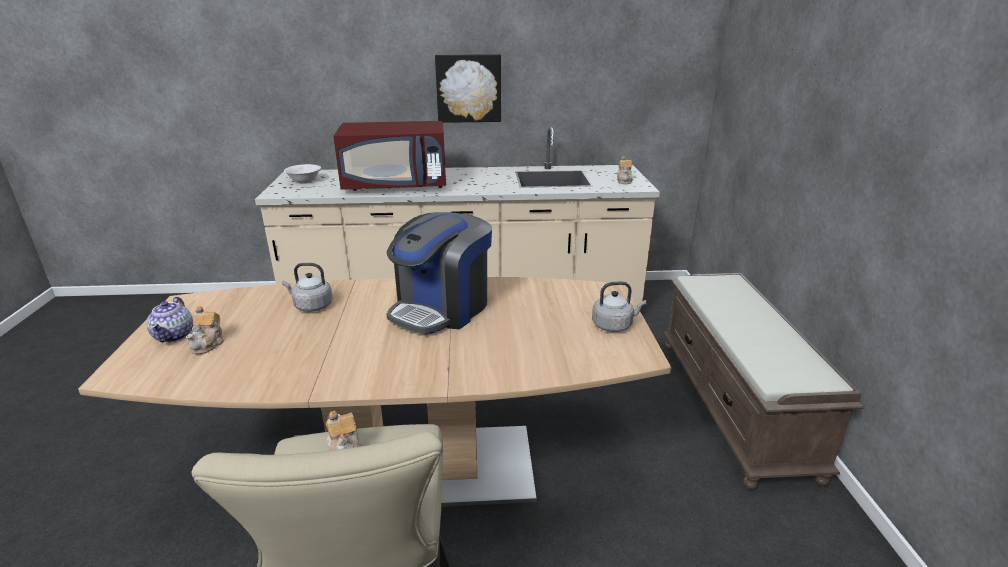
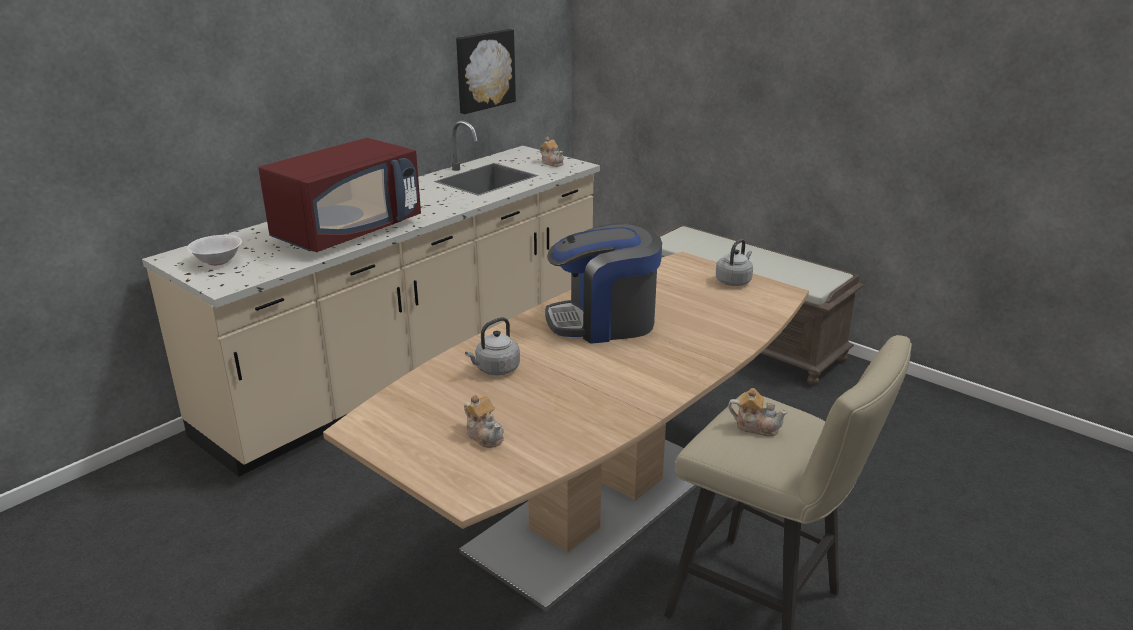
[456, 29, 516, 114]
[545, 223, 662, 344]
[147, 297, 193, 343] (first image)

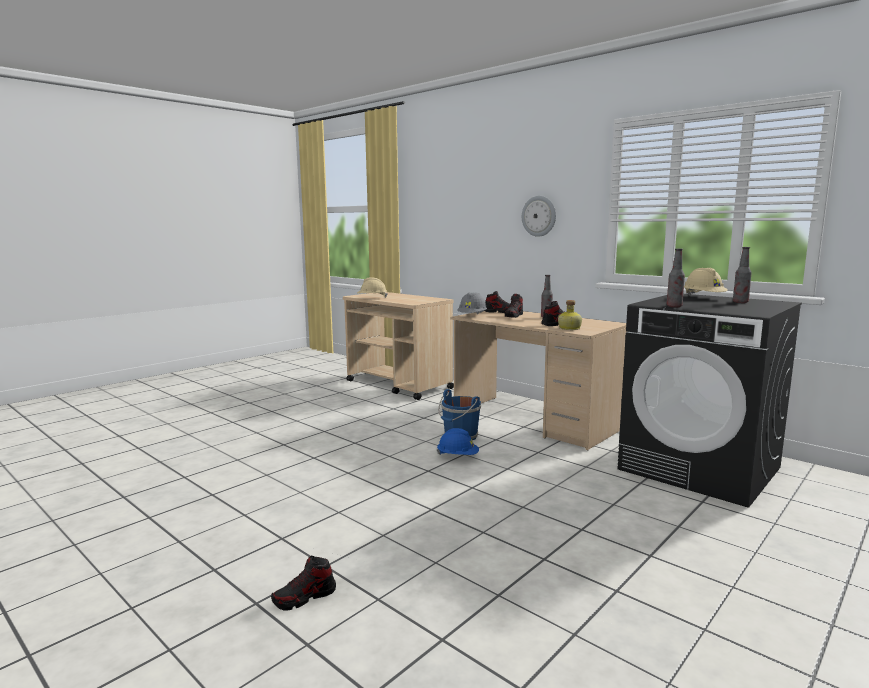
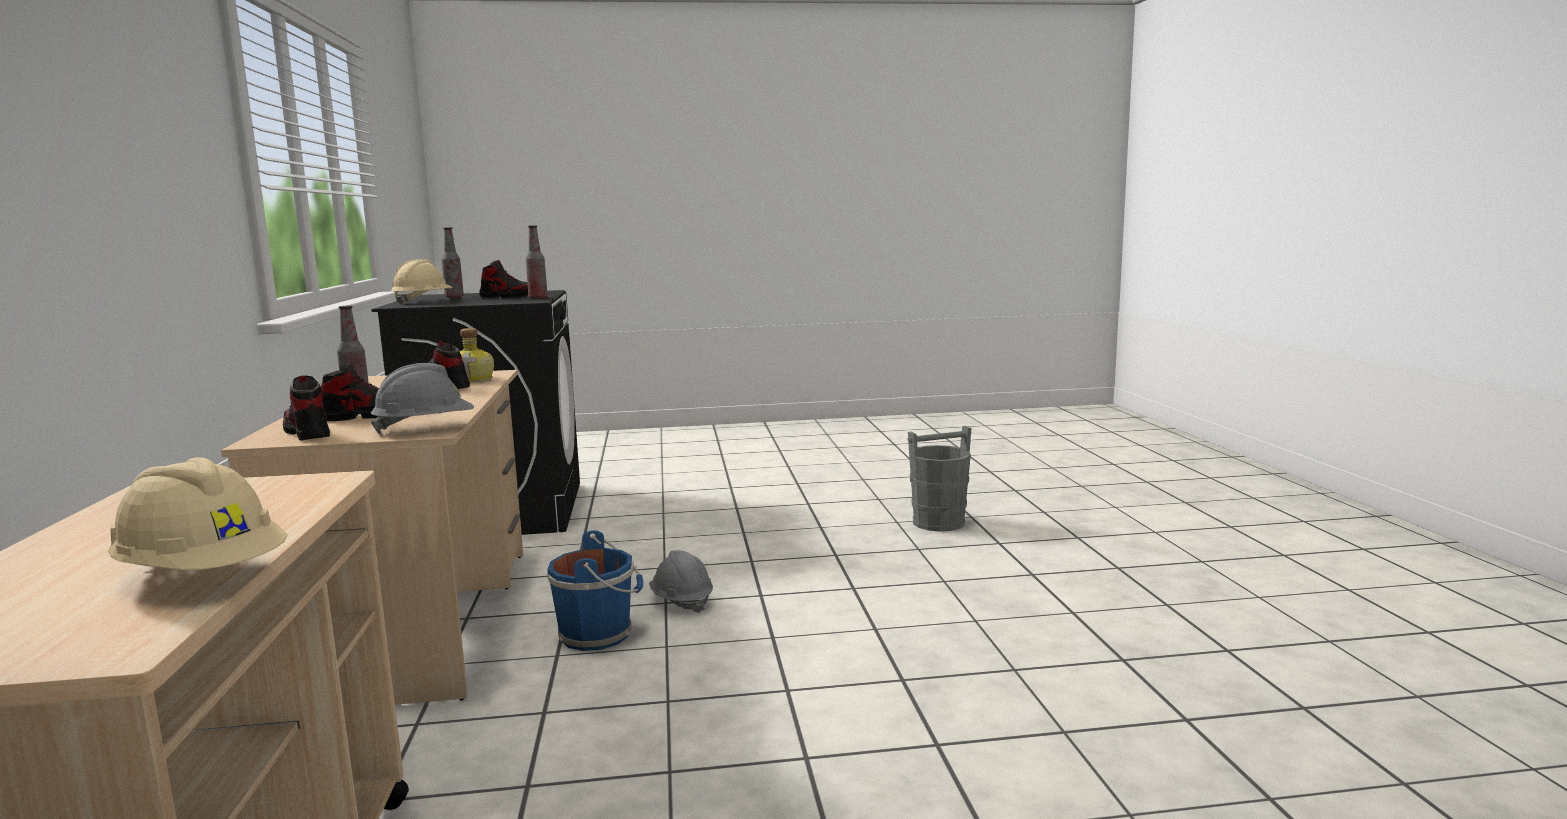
[522, 196, 556, 237] (first image)
[649, 550, 713, 613]
[479, 260, 528, 298]
[908, 426, 971, 532]

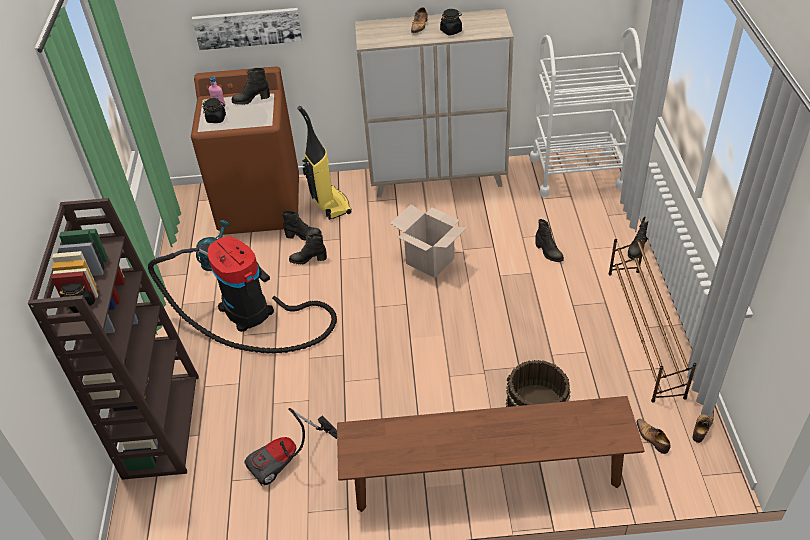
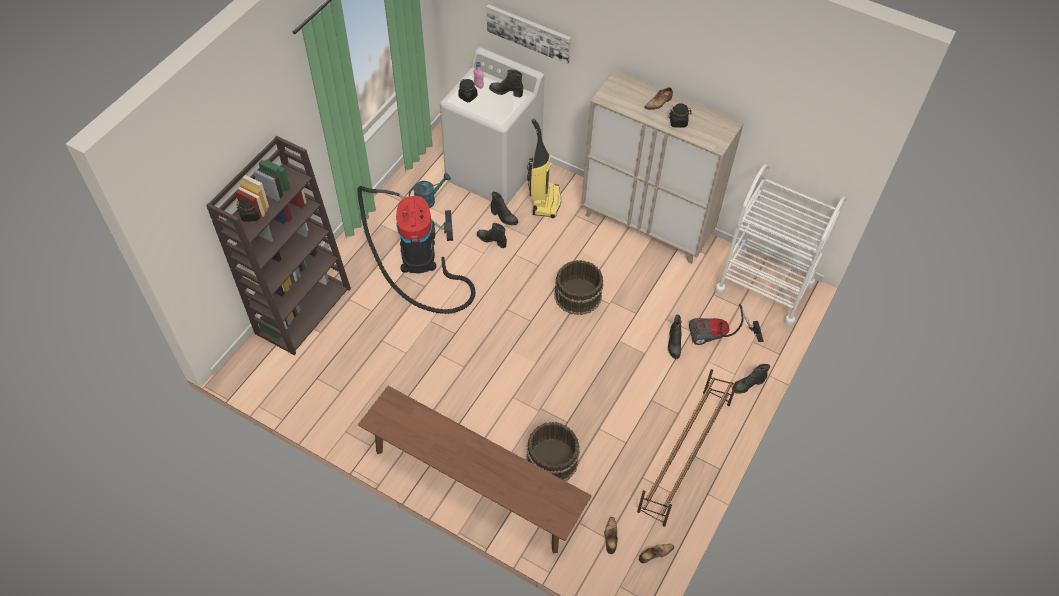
[440, 47, 544, 206]
[554, 260, 603, 315]
[689, 304, 764, 345]

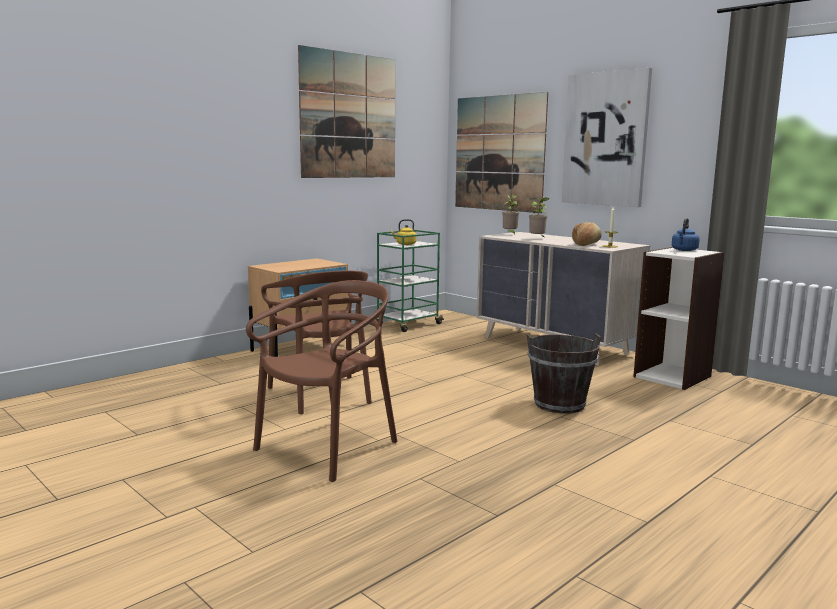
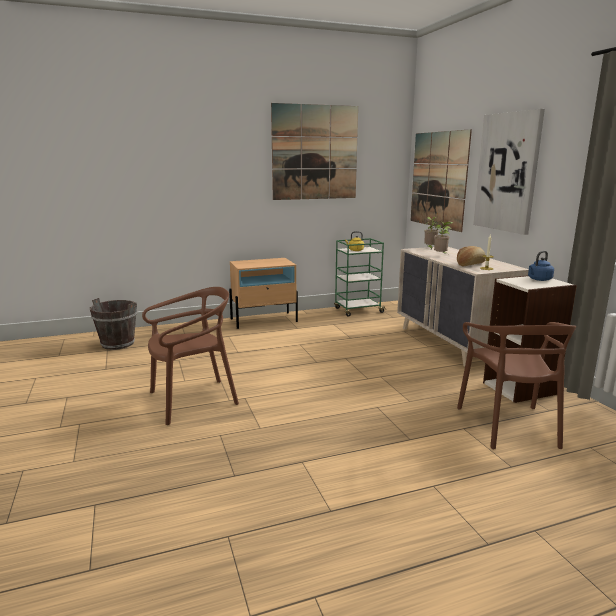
[457, 322, 576, 449]
[90, 298, 137, 350]

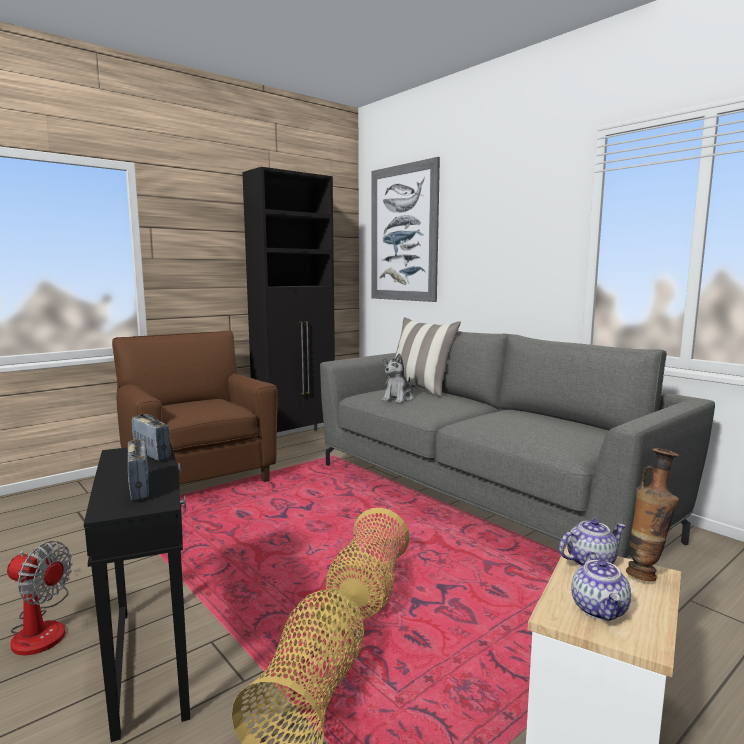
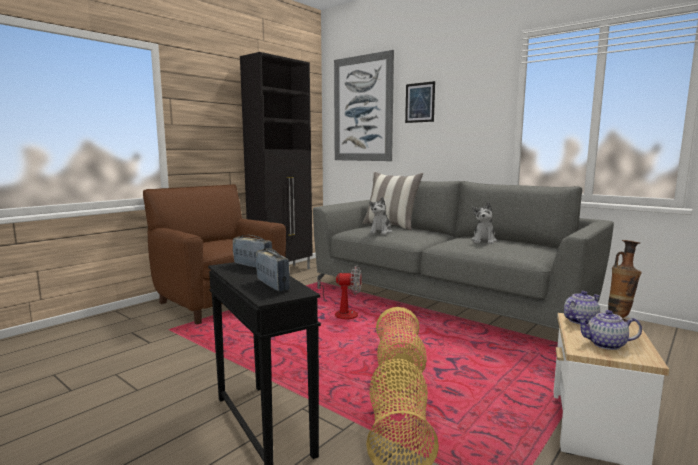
[318, 265, 362, 319]
[576, 310, 642, 350]
[405, 81, 435, 123]
[471, 202, 497, 244]

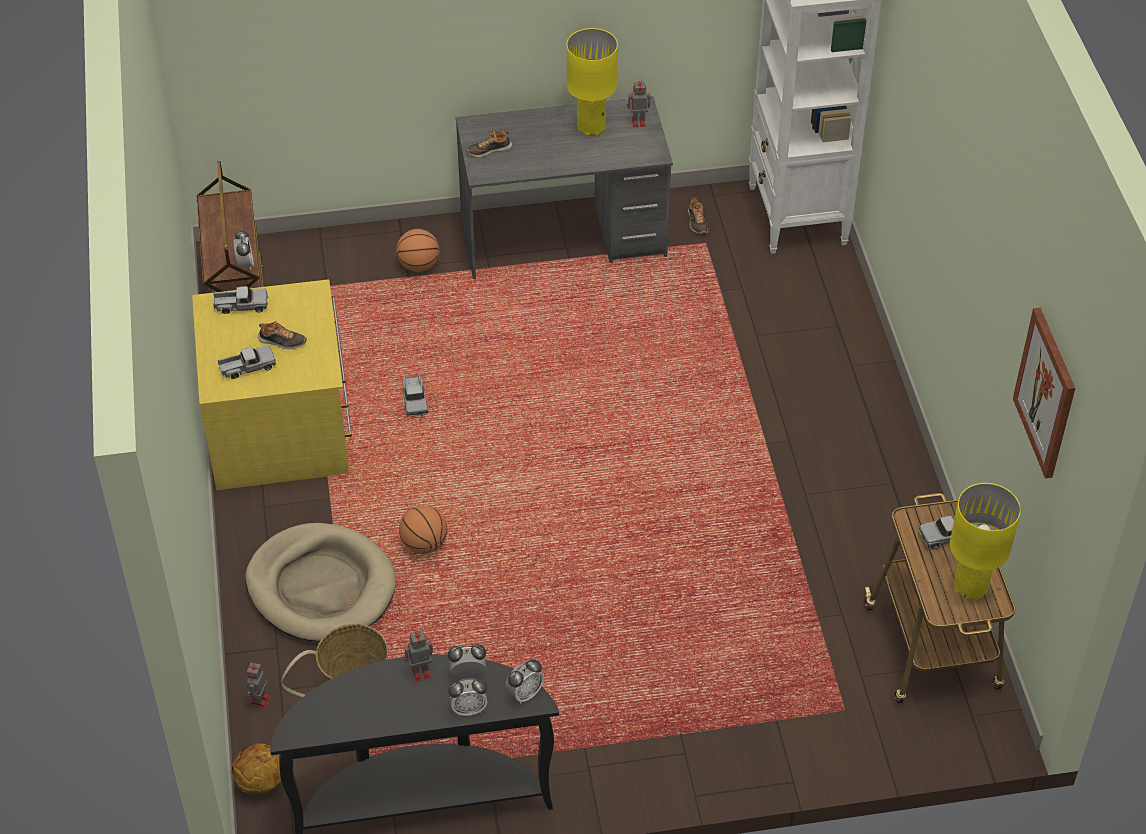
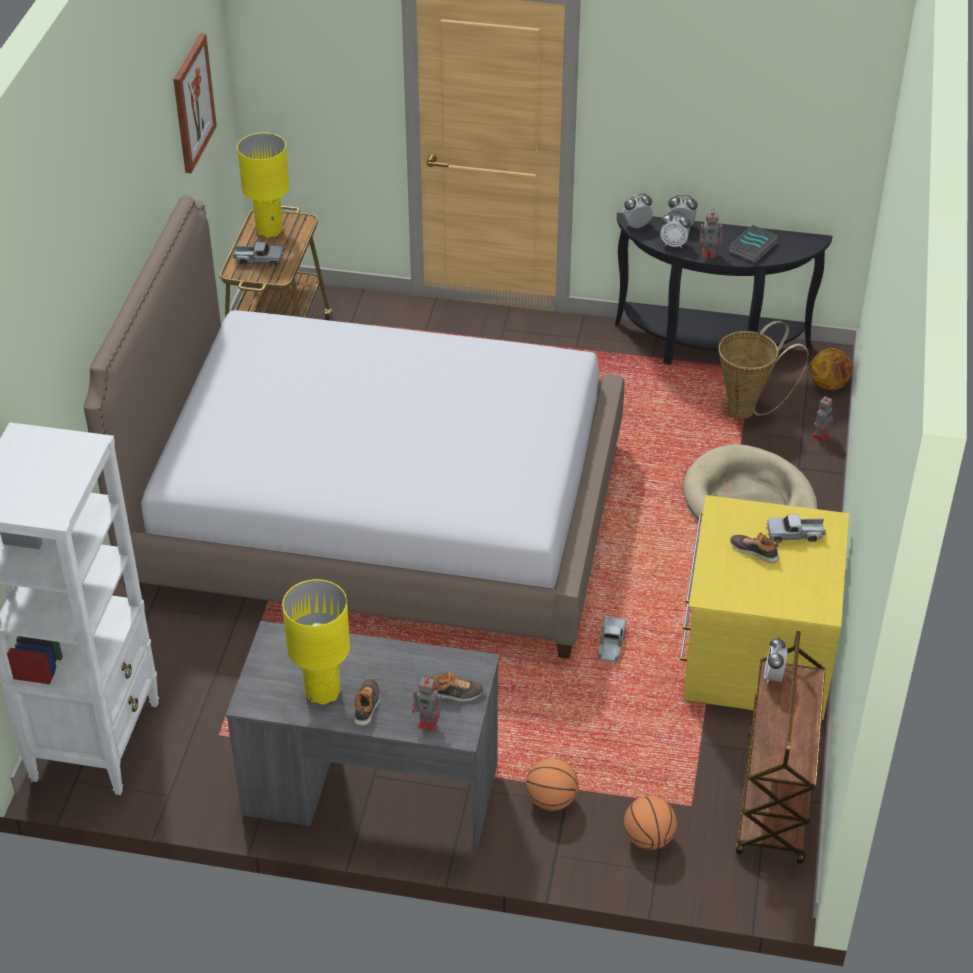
[412, 676, 445, 731]
[354, 678, 381, 726]
[213, 286, 268, 314] (first image)
[624, 796, 677, 850]
[84, 195, 624, 659]
[729, 225, 779, 263]

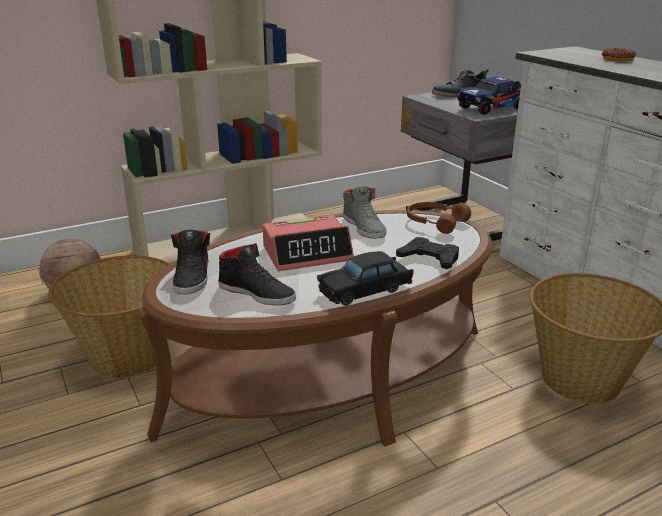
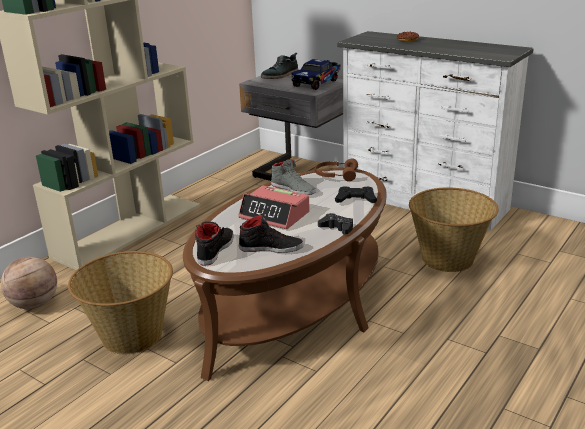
[238, 186, 310, 229]
[195, 221, 234, 266]
[318, 213, 353, 235]

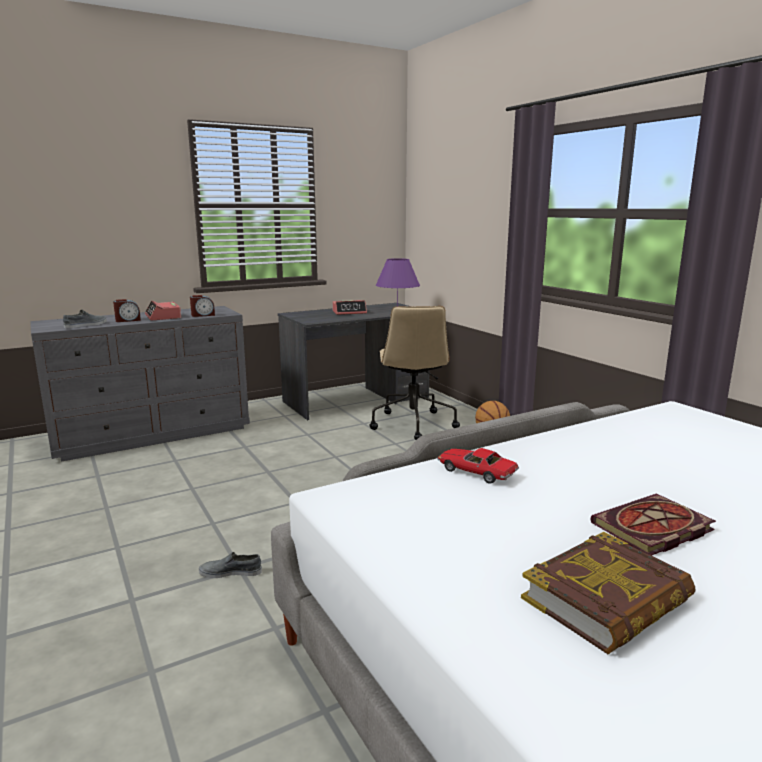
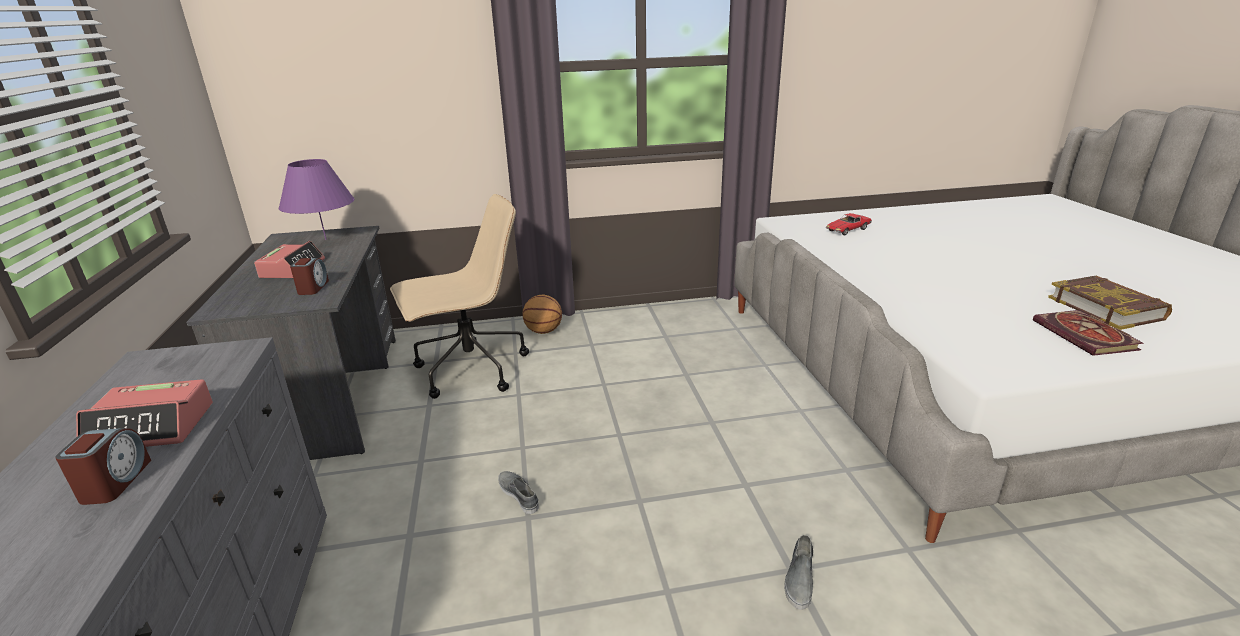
[290, 258, 329, 295]
[390, 194, 529, 399]
[498, 471, 539, 514]
[826, 213, 872, 235]
[1033, 310, 1144, 356]

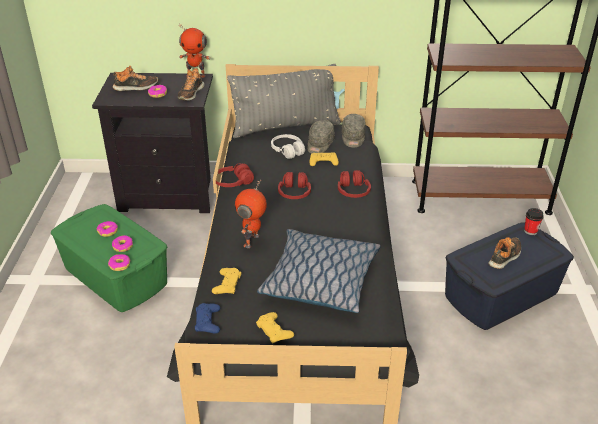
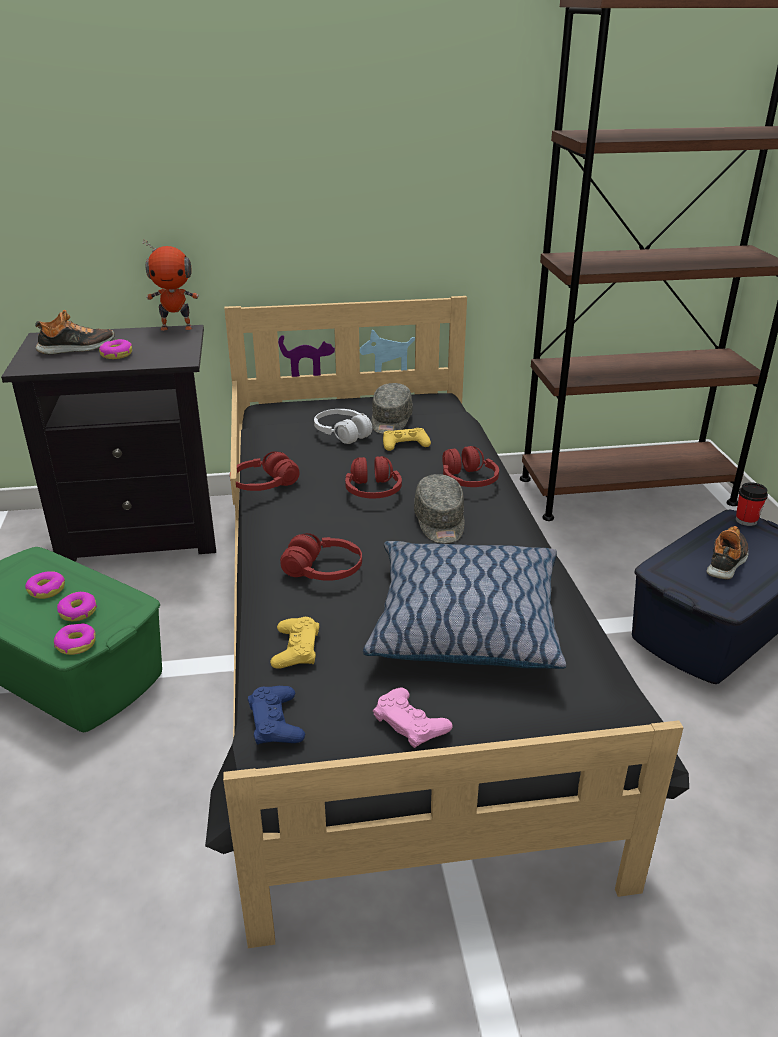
[227, 64, 341, 138] (first image)
[178, 68, 205, 101] (first image)
[414, 474, 464, 544]
[280, 533, 362, 581]
[373, 687, 453, 748]

